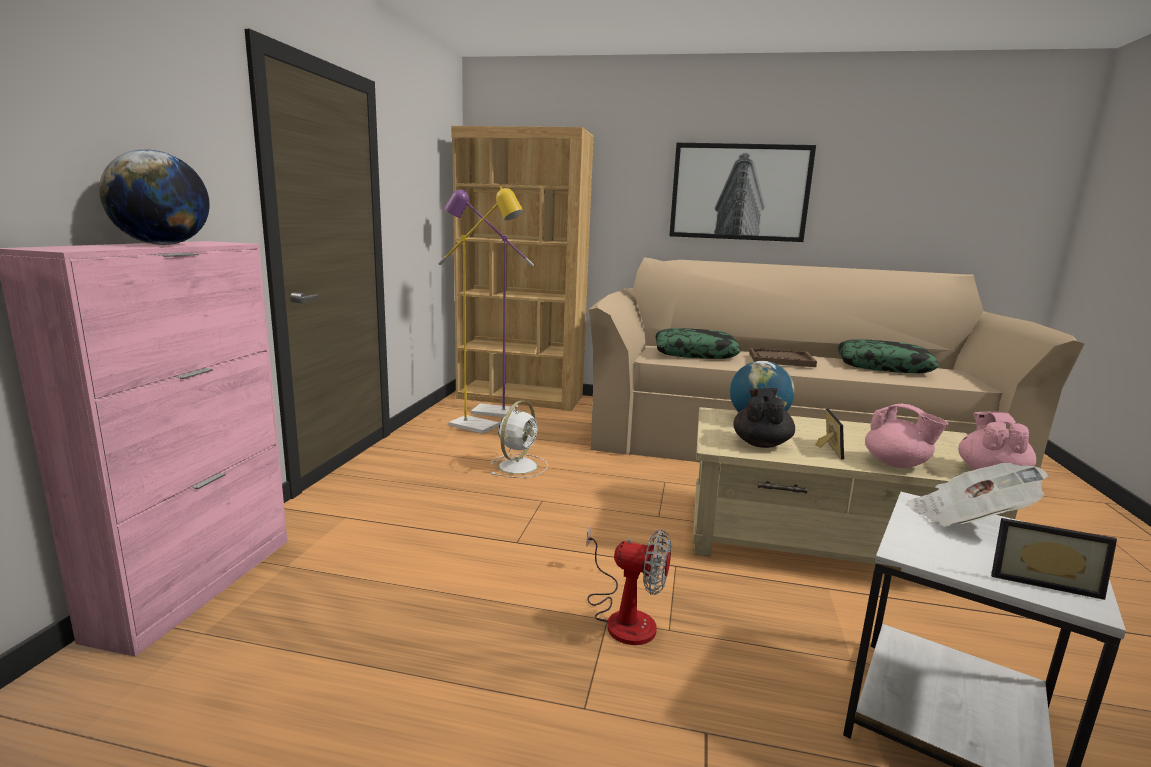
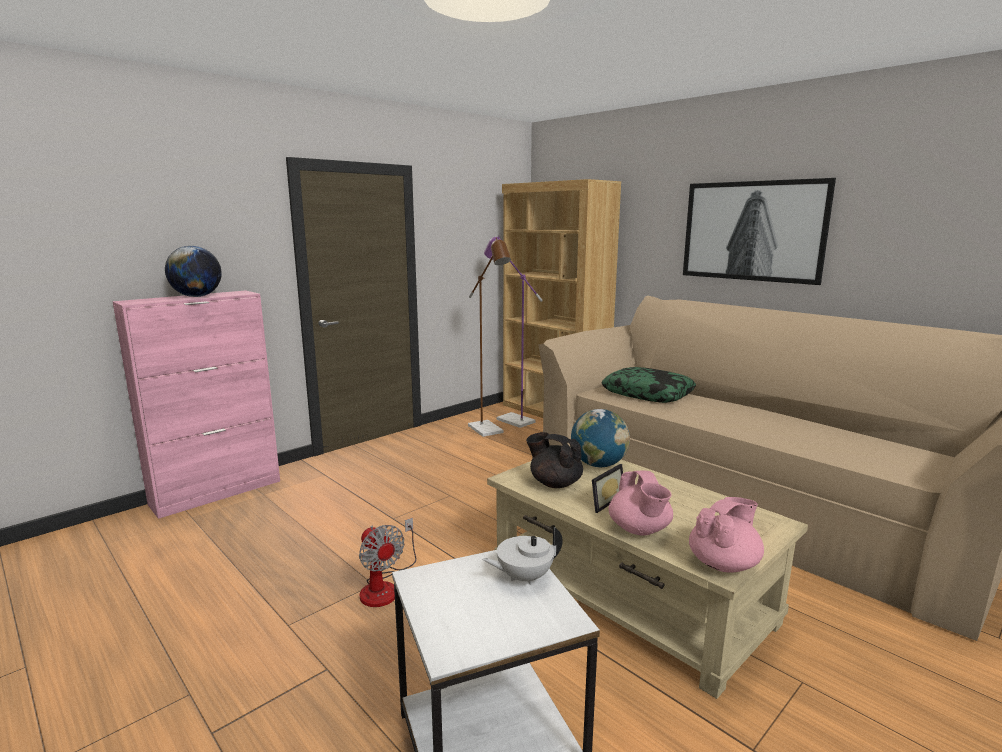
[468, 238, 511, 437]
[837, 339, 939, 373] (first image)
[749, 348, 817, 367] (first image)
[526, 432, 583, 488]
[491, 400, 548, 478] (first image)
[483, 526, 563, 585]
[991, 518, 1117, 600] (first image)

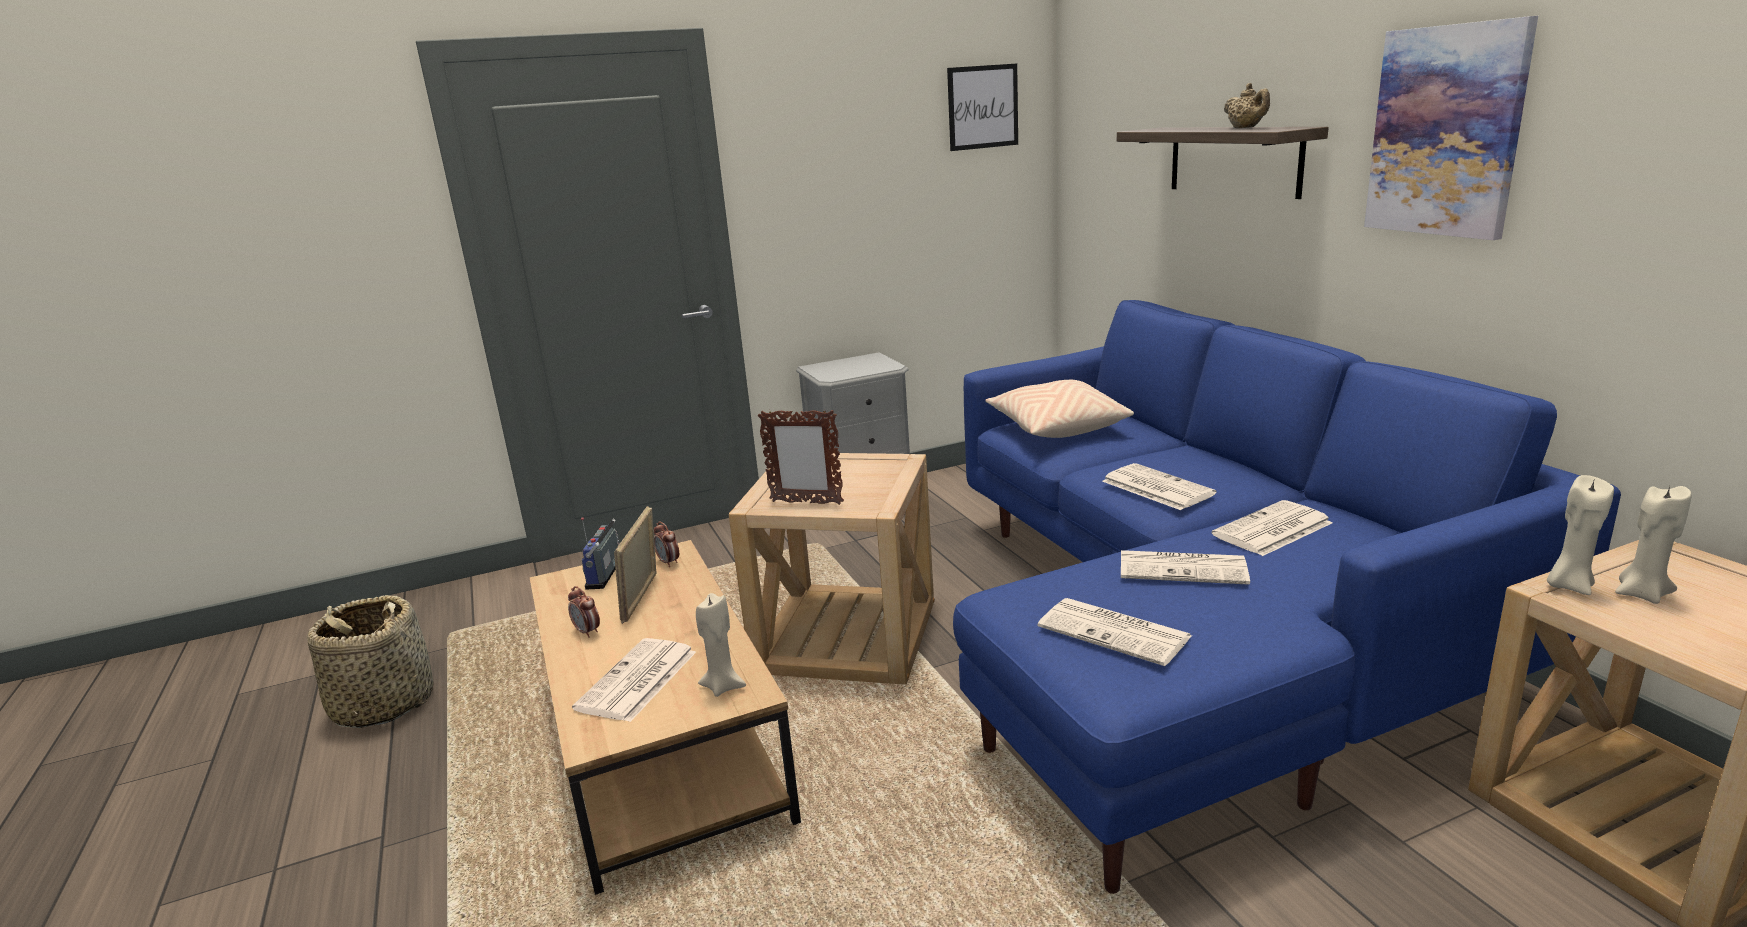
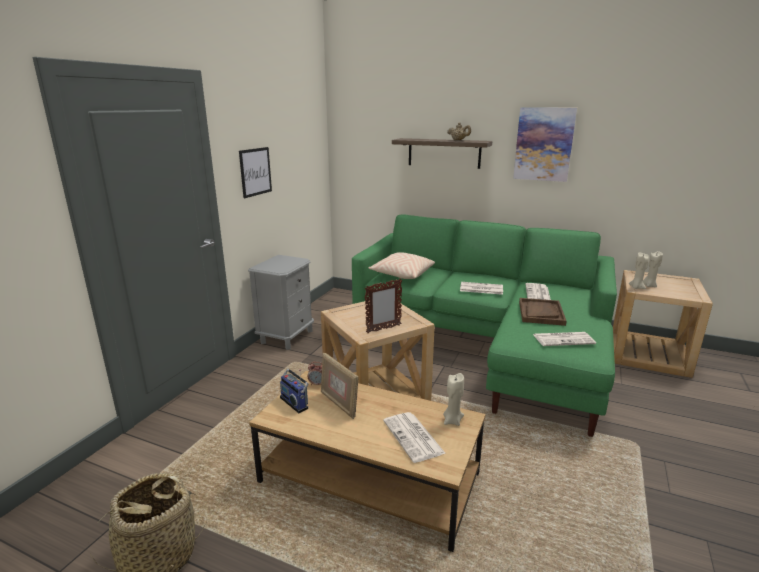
[239, 147, 272, 198]
[352, 214, 617, 437]
[519, 298, 566, 326]
[568, 586, 600, 638] (first image)

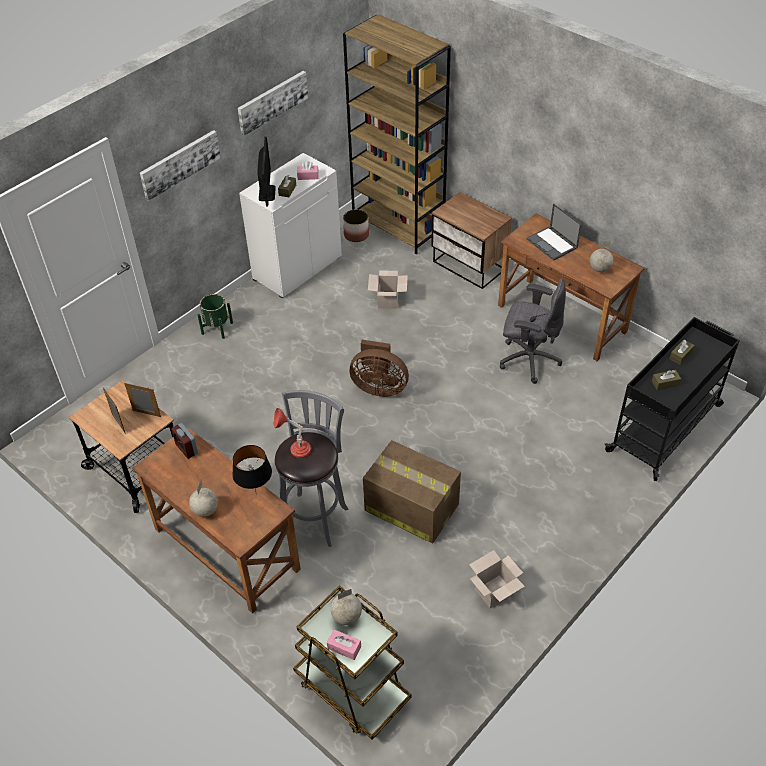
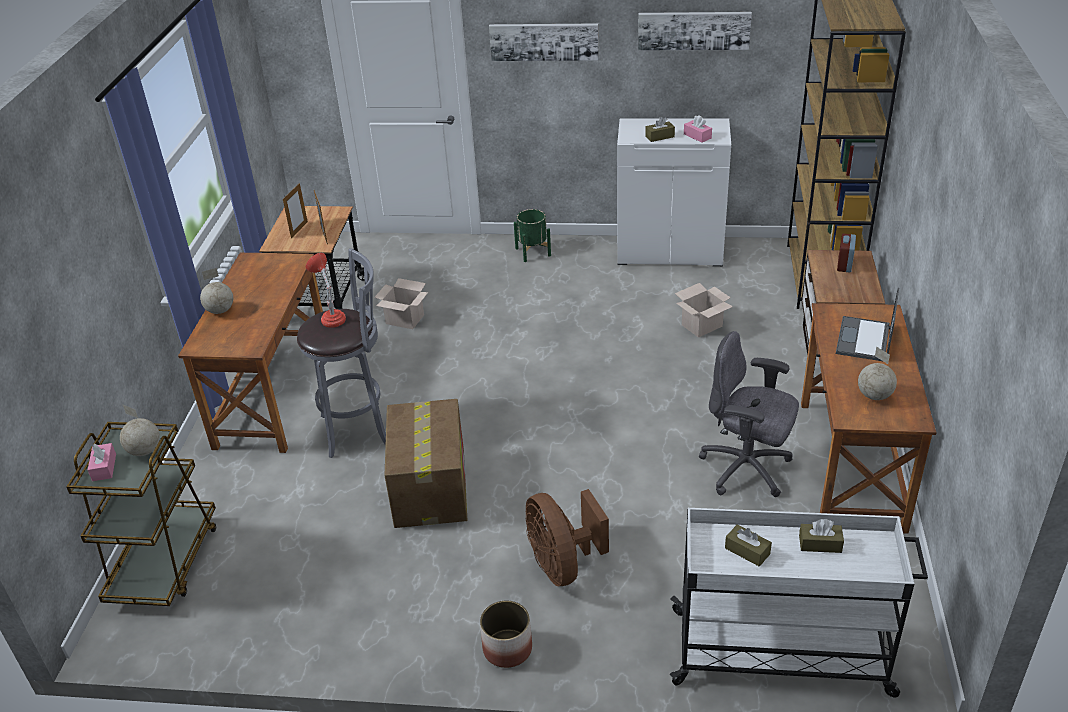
[257, 137, 276, 207] (first image)
[480, 600, 532, 668]
[699, 331, 799, 497]
[670, 508, 928, 697]
[525, 489, 609, 586]
[837, 233, 856, 273]
[232, 445, 272, 491] (first image)
[374, 278, 428, 329]

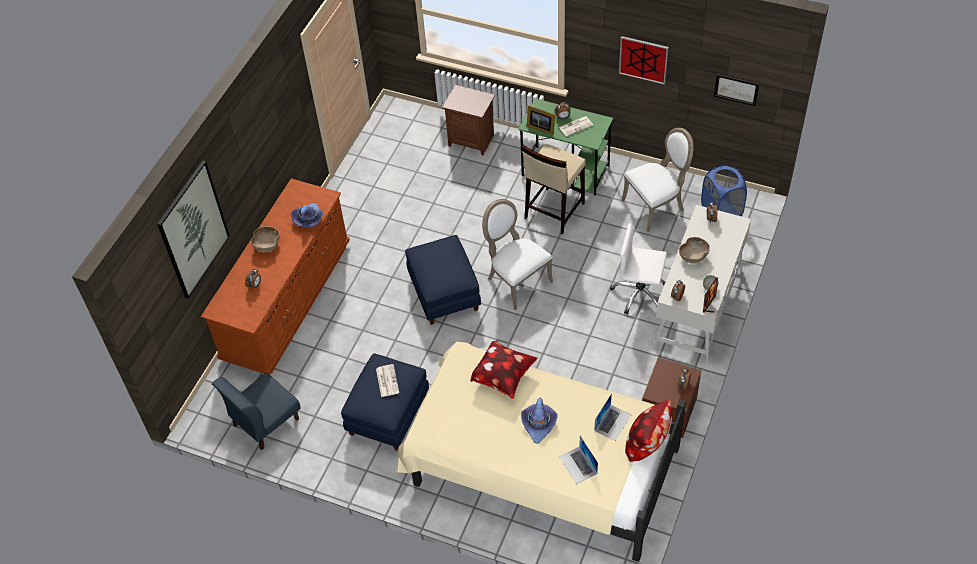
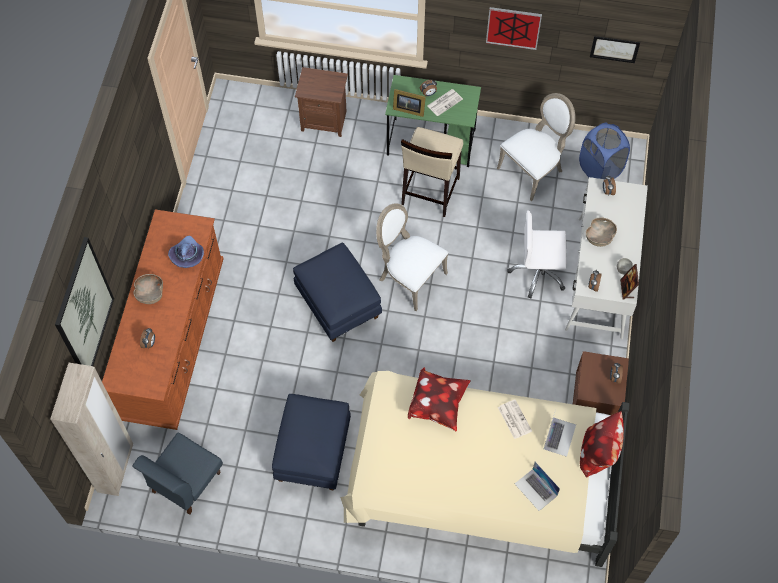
[498, 399, 532, 439]
[521, 397, 558, 444] (first image)
[50, 363, 133, 496]

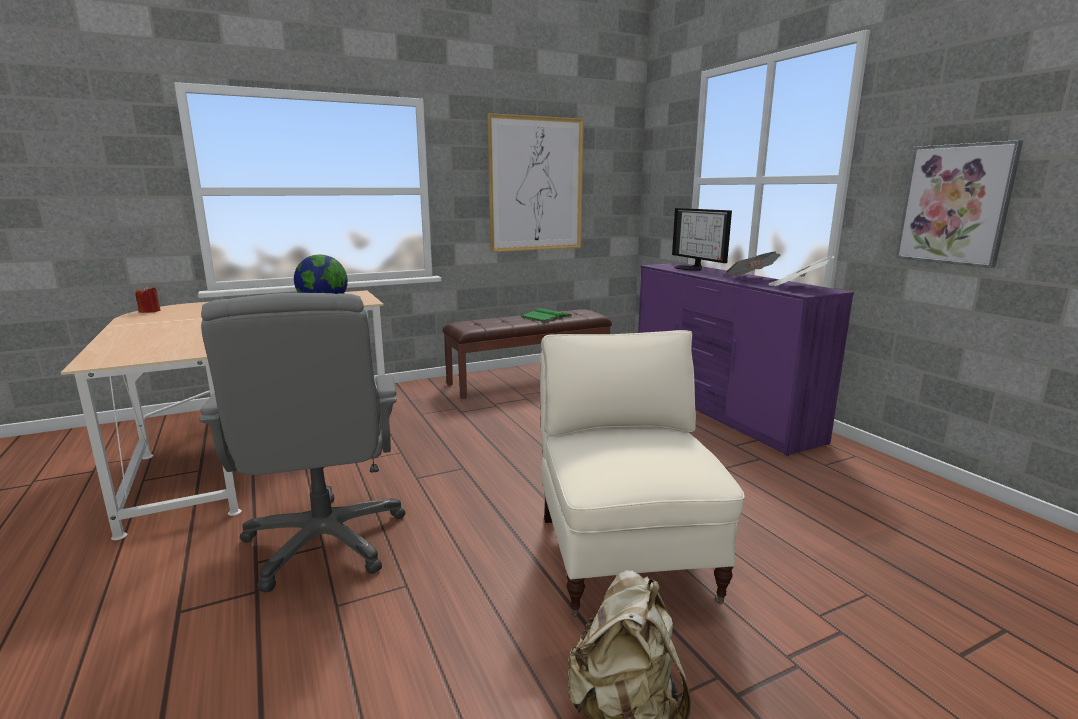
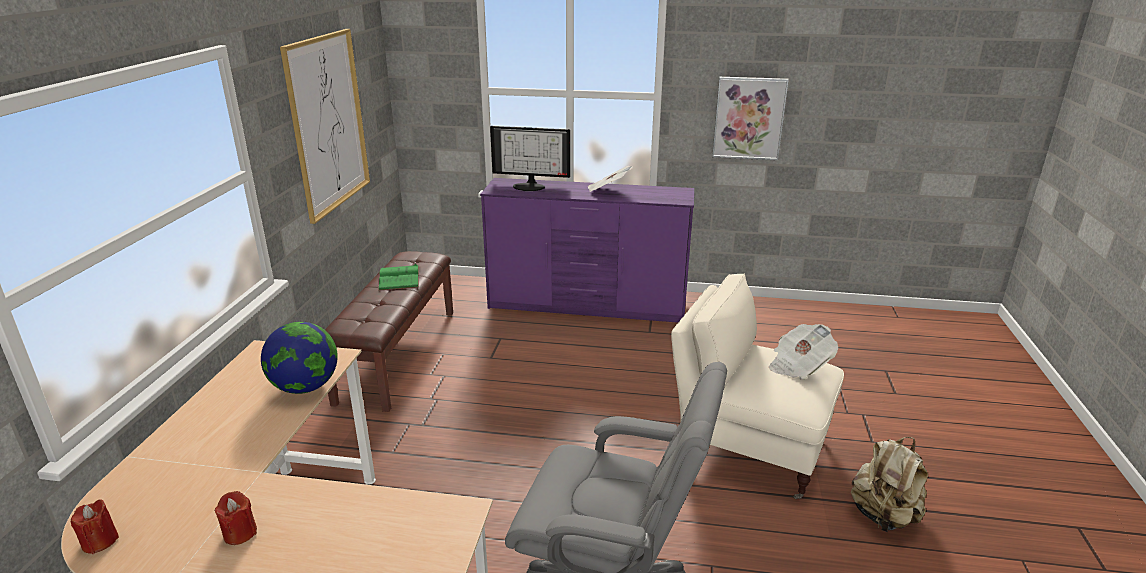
[769, 324, 838, 380]
[214, 491, 257, 545]

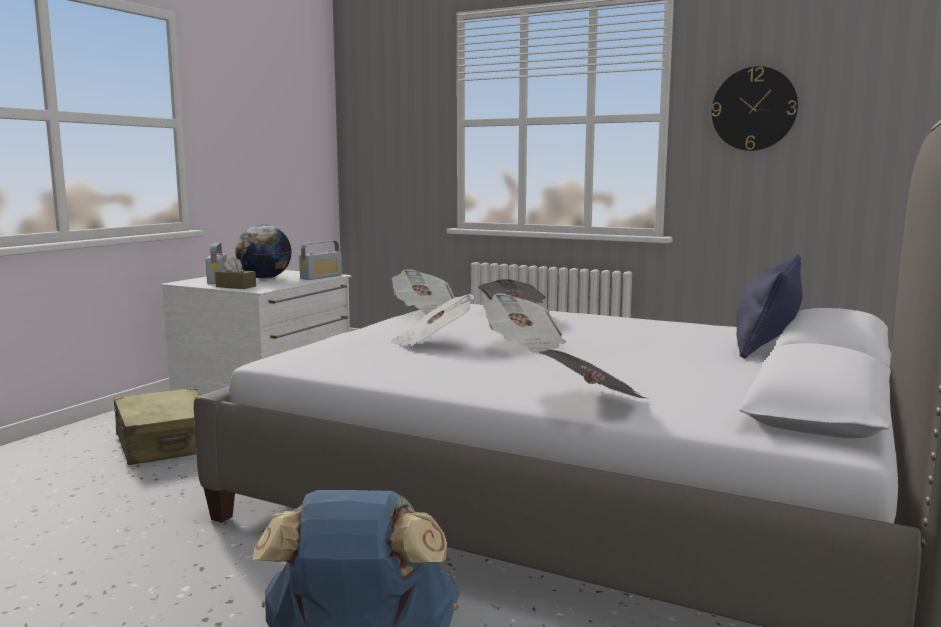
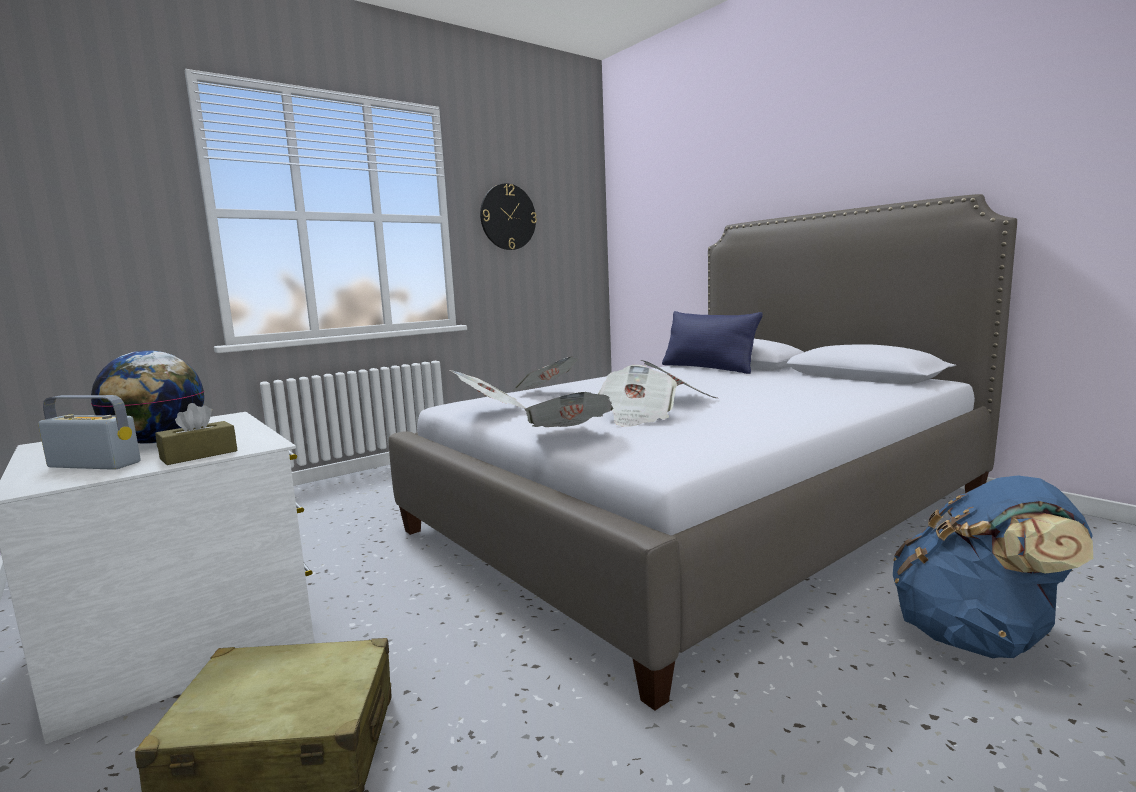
[299, 241, 342, 280] (first image)
[525, 392, 613, 427]

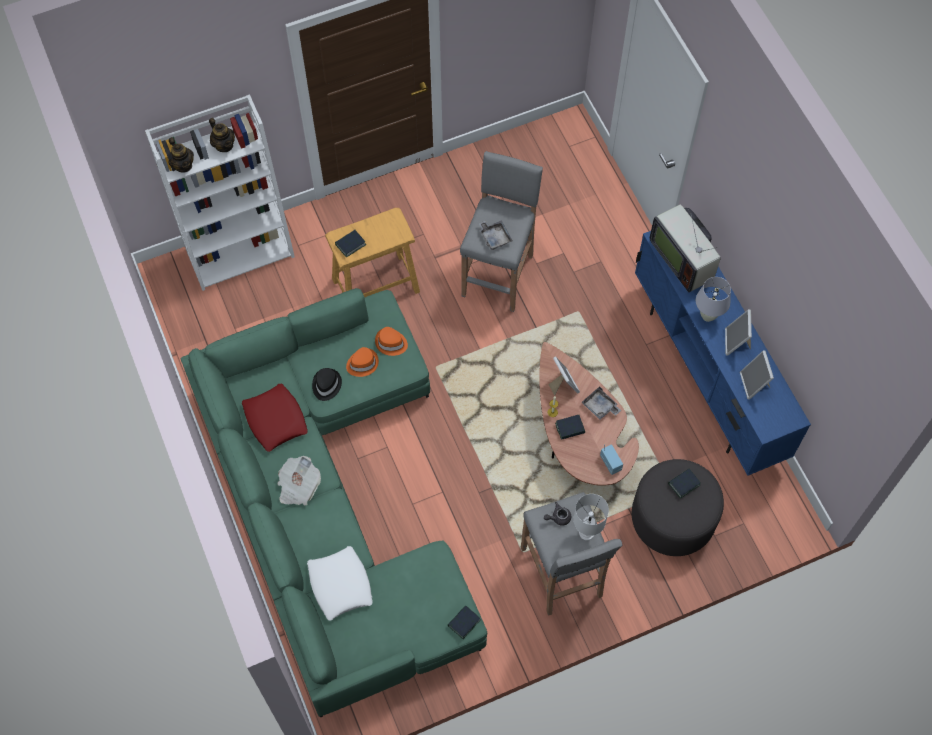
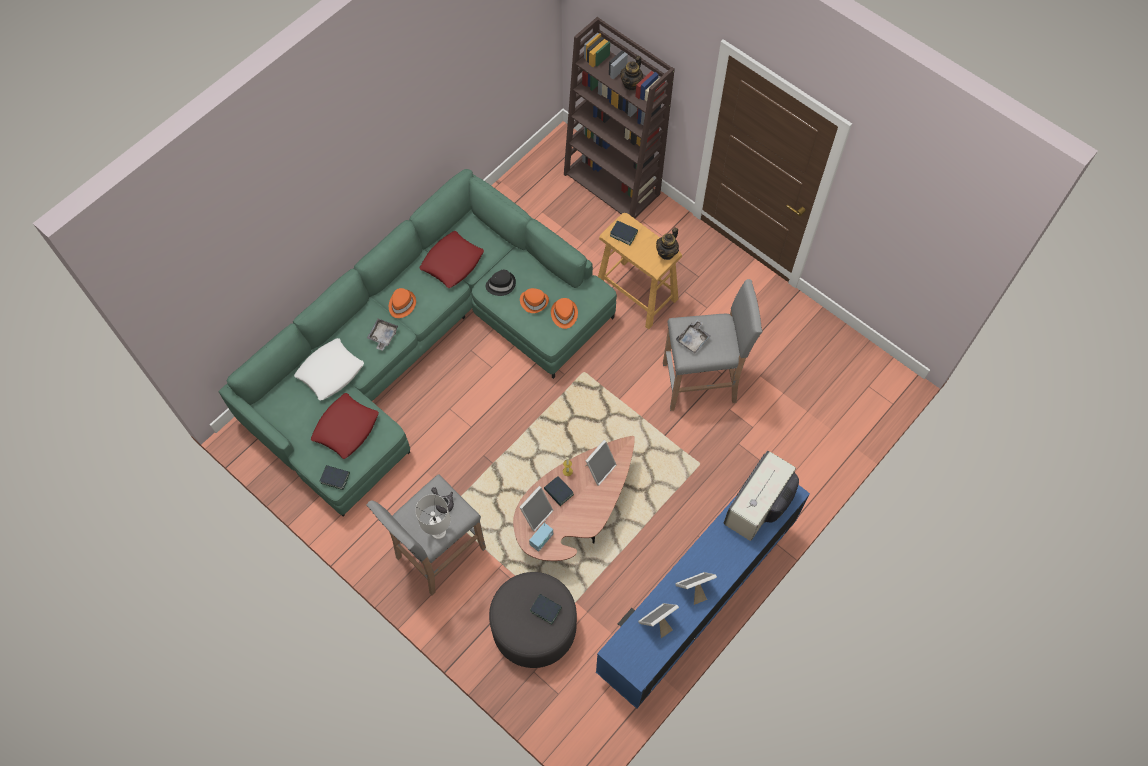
[564, 17, 675, 218]
[656, 227, 679, 260]
[696, 277, 731, 322] (first image)
[367, 319, 398, 351]
[389, 288, 416, 318]
[311, 393, 379, 459]
[519, 486, 554, 532]

